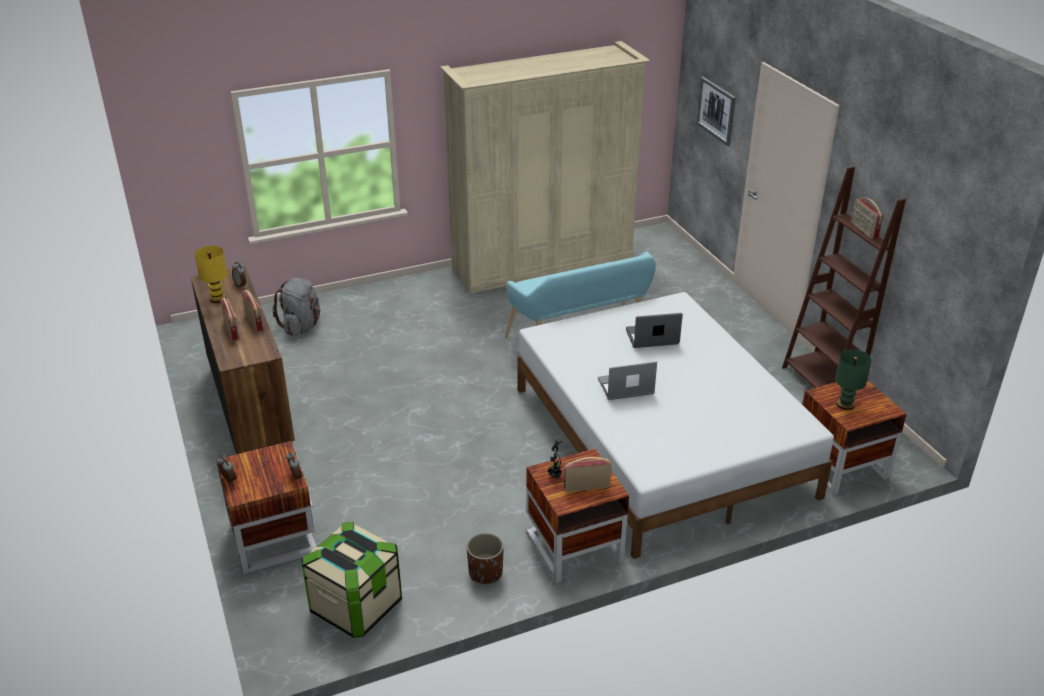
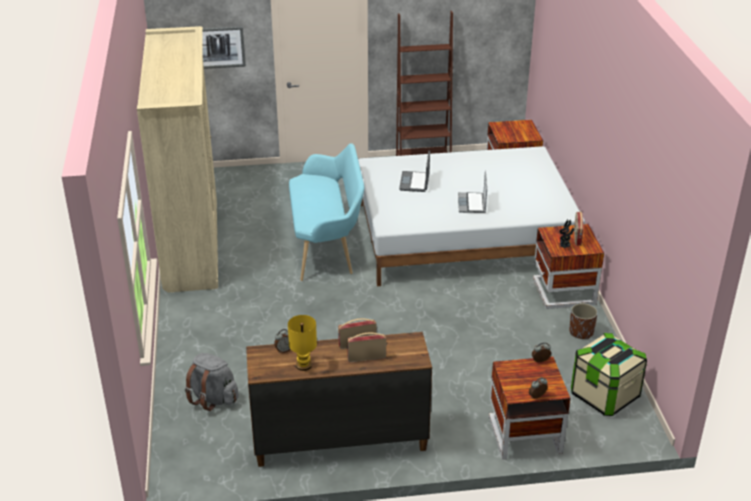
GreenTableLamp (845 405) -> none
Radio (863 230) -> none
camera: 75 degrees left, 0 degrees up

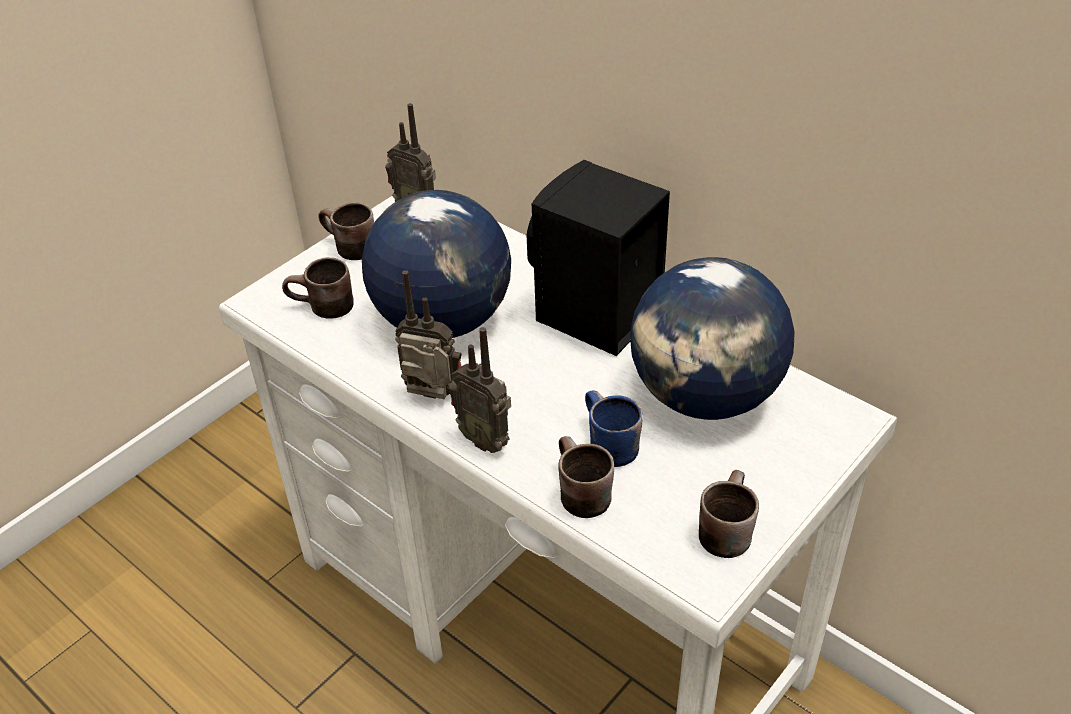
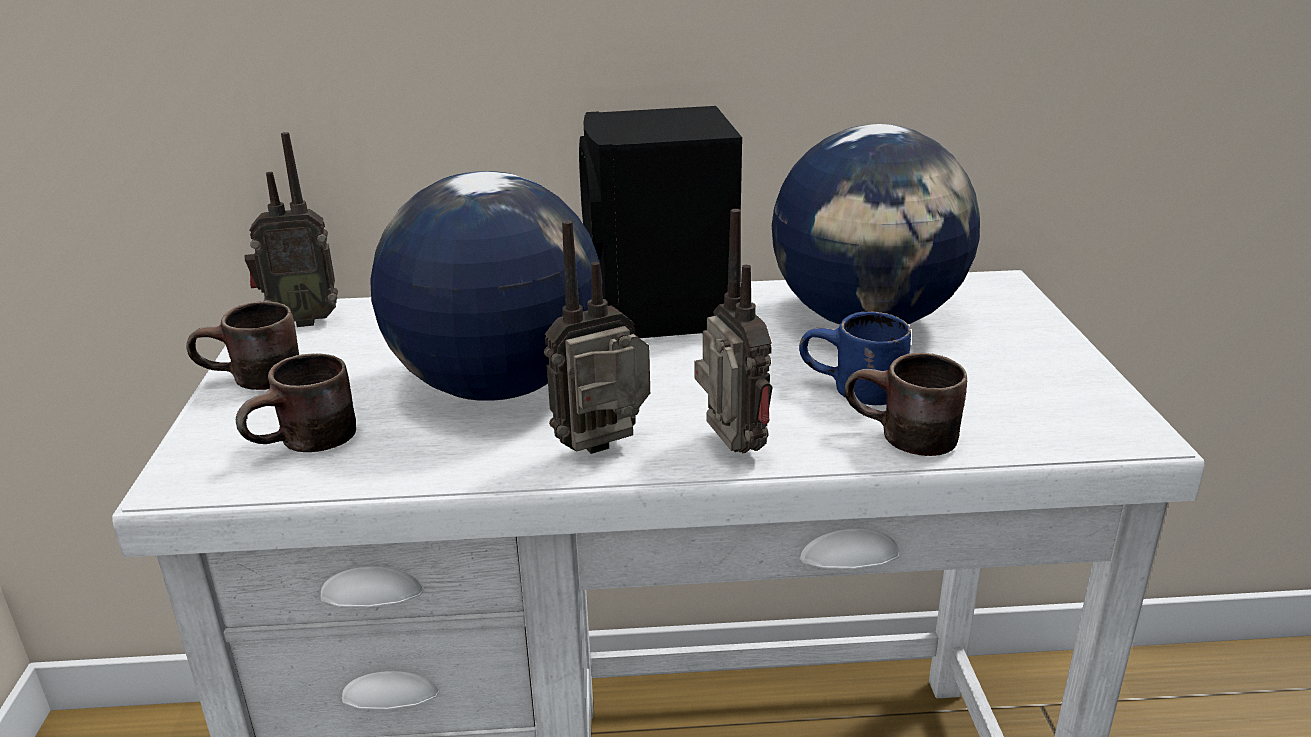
BrownMug (722 528) -> none
Radio (486 439) -> Radio (730 451), 105 degrees counterclockwise
camera: 45 degrees left, 15 degrees down

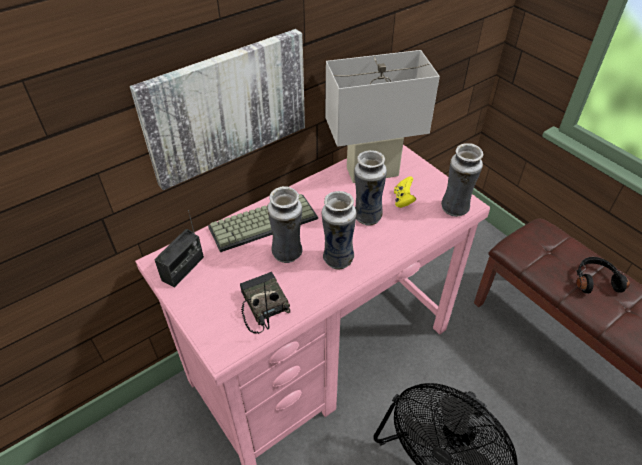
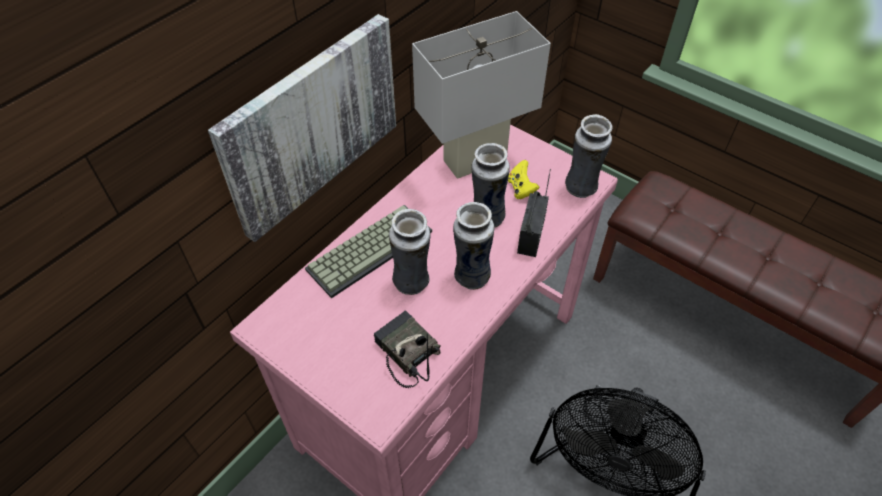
BlackHeadphones (595 280) -> none
Radio (183 269) -> Radio (531 236), relocated
camera: 15 degrees left, 5 degrees up

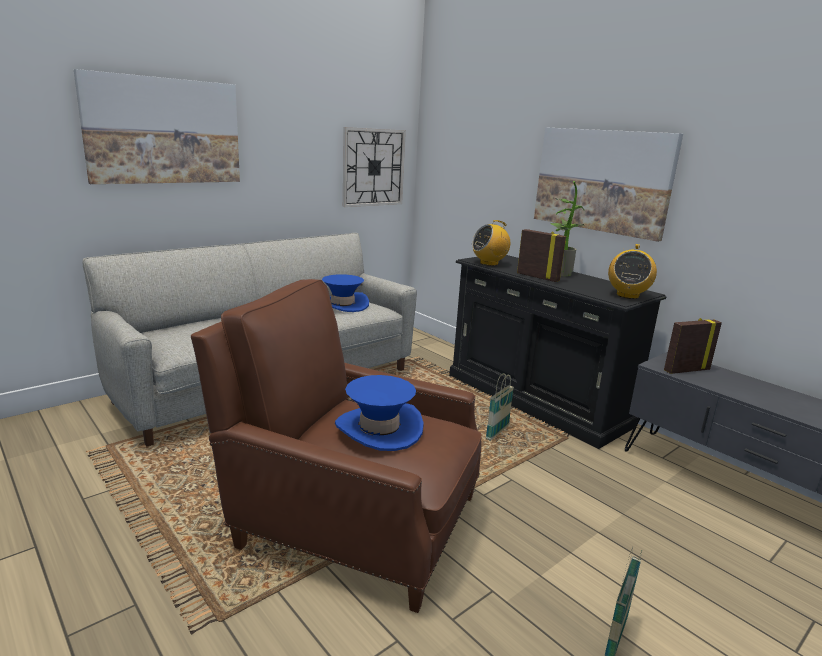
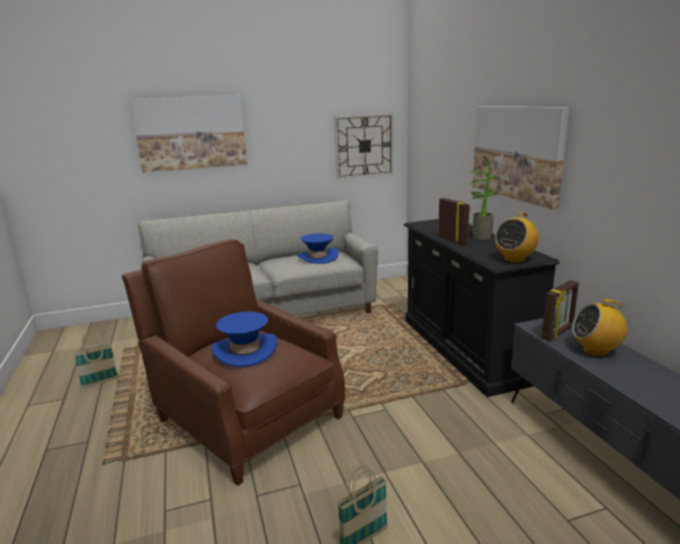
Radio (489 263) -> Radio (596 351), relocated
Basket (497 433) -> Basket (100 382), relocated
PictureFrame (686 370) -> PictureFrame (558 333), 135 degrees clockwise
camera: 25 degrees right, 0 degrees up

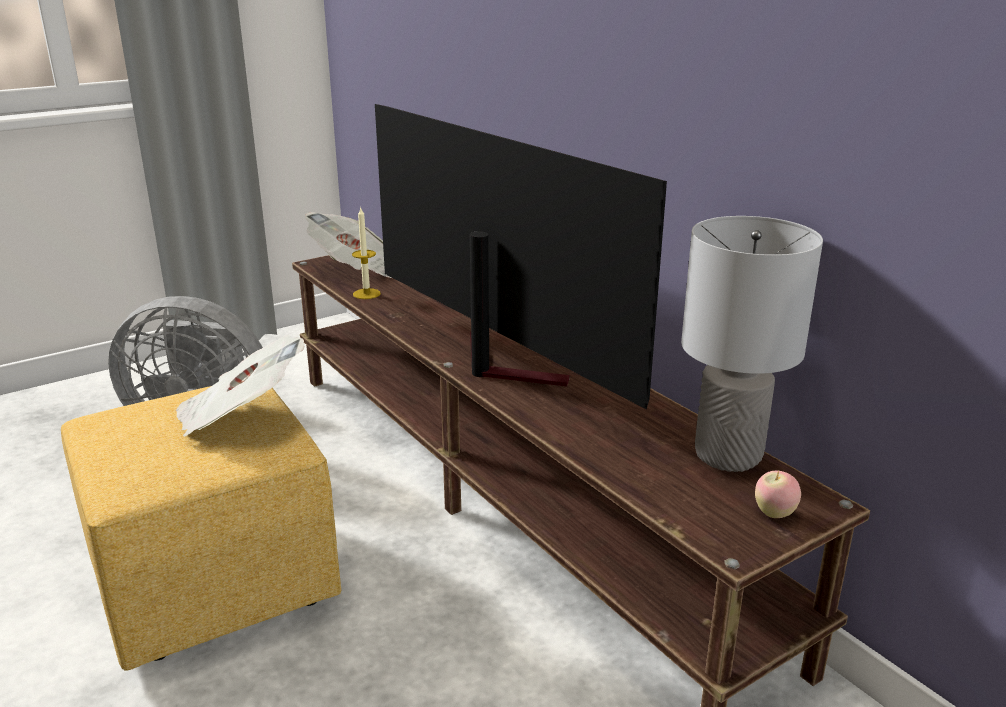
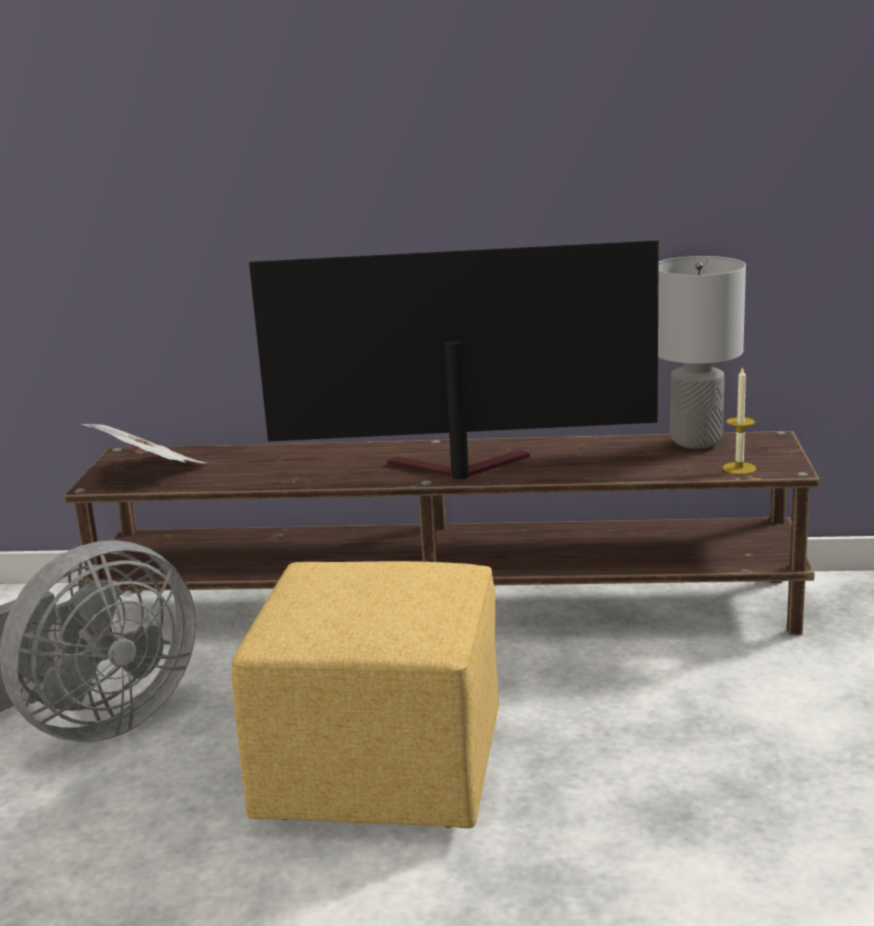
Newspaper (240 416) -> none
Apple (774 513) -> none
Candle (366 294) -> Candle (739 468), relocated
camera: 50 degrees left, 5 degrees down

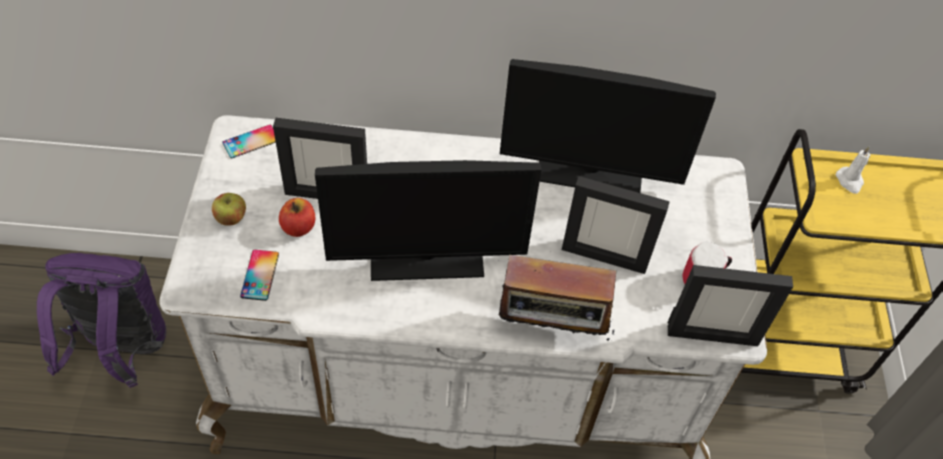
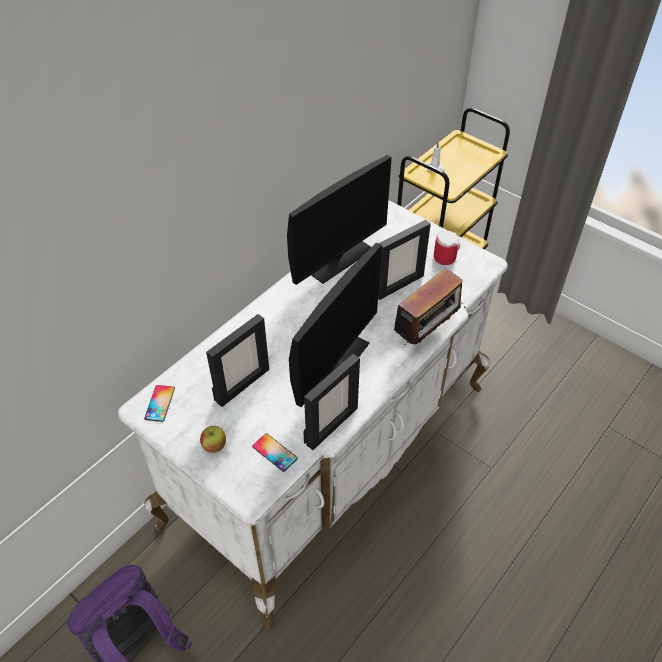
Apple (299 227) -> none
PictureFrame (712 334) -> PictureFrame (331 425), relocated
camera: 50 degrees left, 5 degrees down

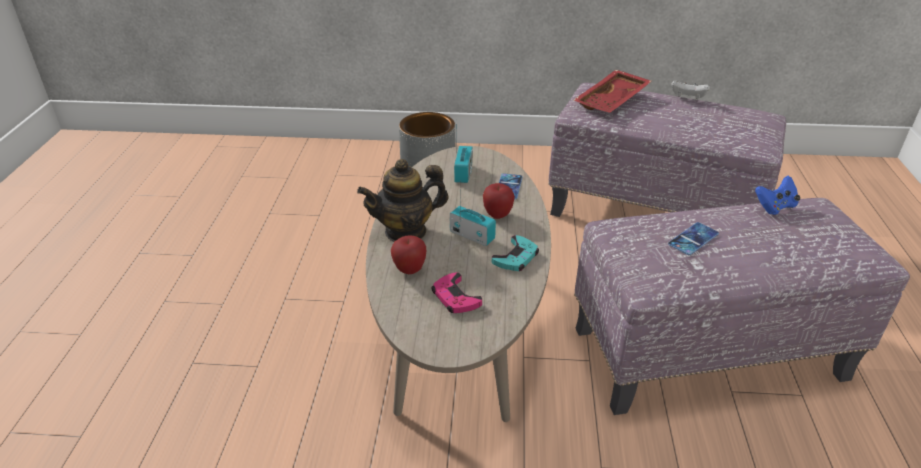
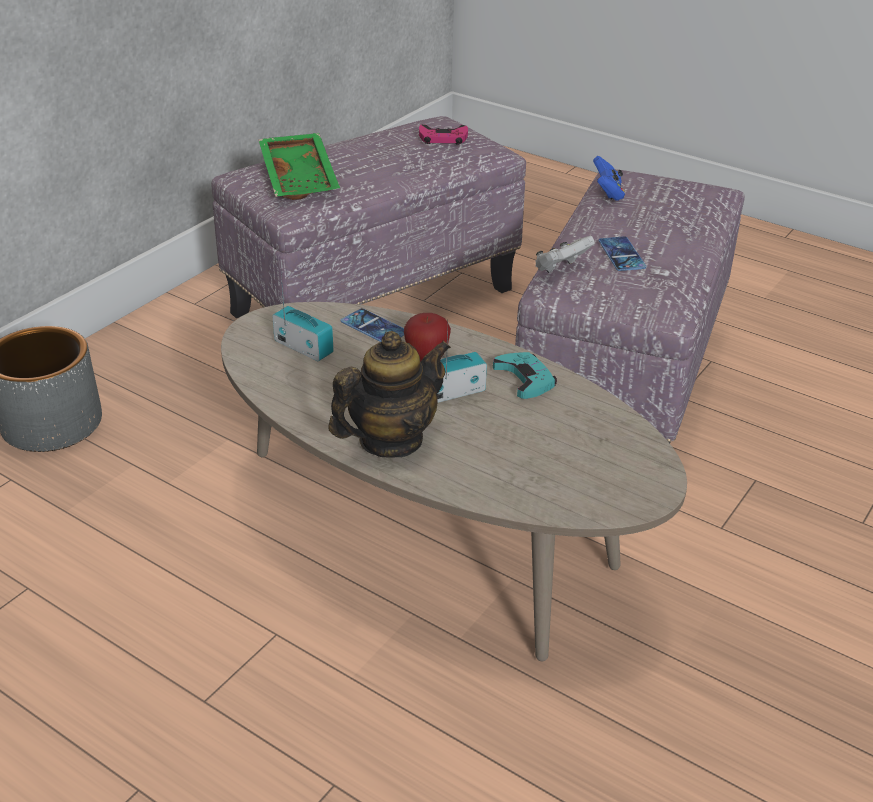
Apple (409 270) -> none
PinkGameController (455 297) -> PinkGameController (443 139), relocated
WhiteGameController (687 98) -> WhiteGameController (561 268), relocated
RedTray (612 101) -> GreenTray (301 178)
Teapot (406 231) -> Teapot (390 440), 135 degrees counterclockwise
camera: 60 degrees left, 0 degrees up

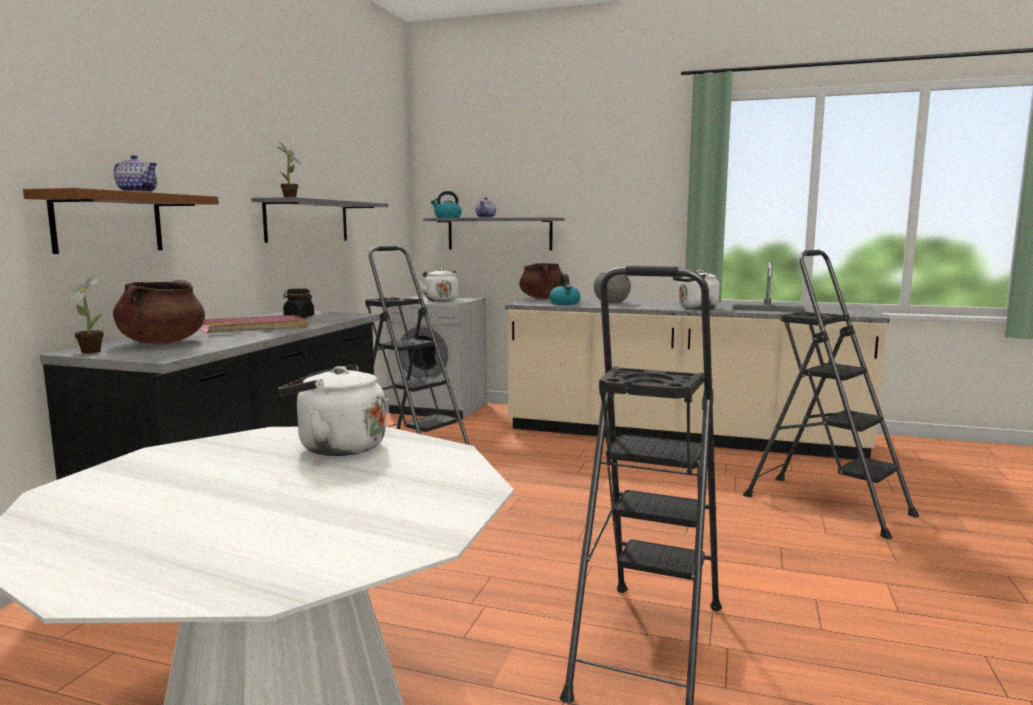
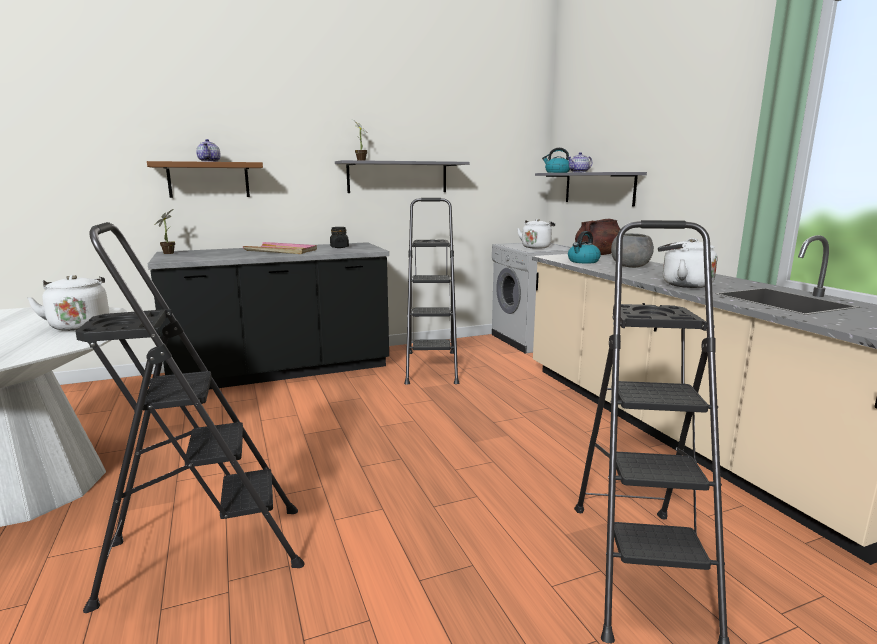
BrownCookingPot (163 342) -> none
camera: 50 degrees right, 5 degrees up

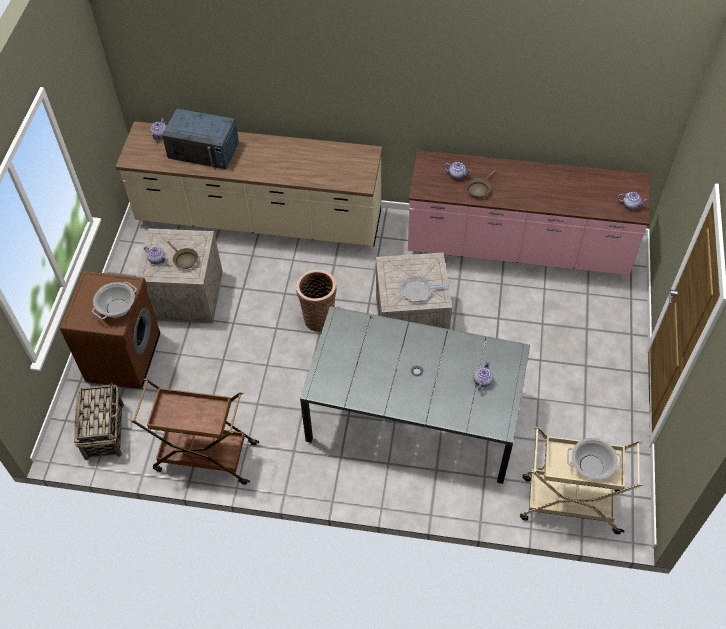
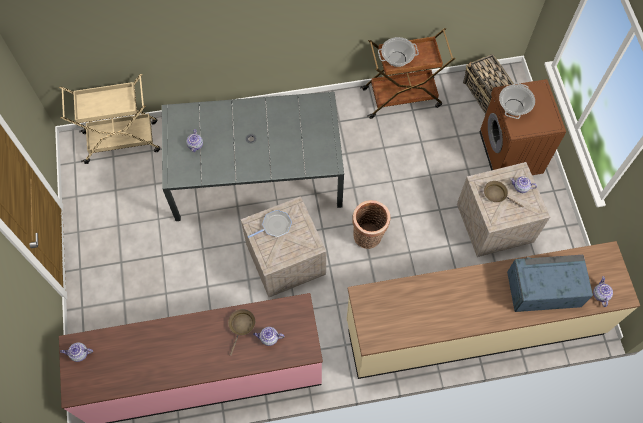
CookingPot (591 466) -> CookingPot (397 59), relocated
camera: 160 degrees right, 10 degrees up

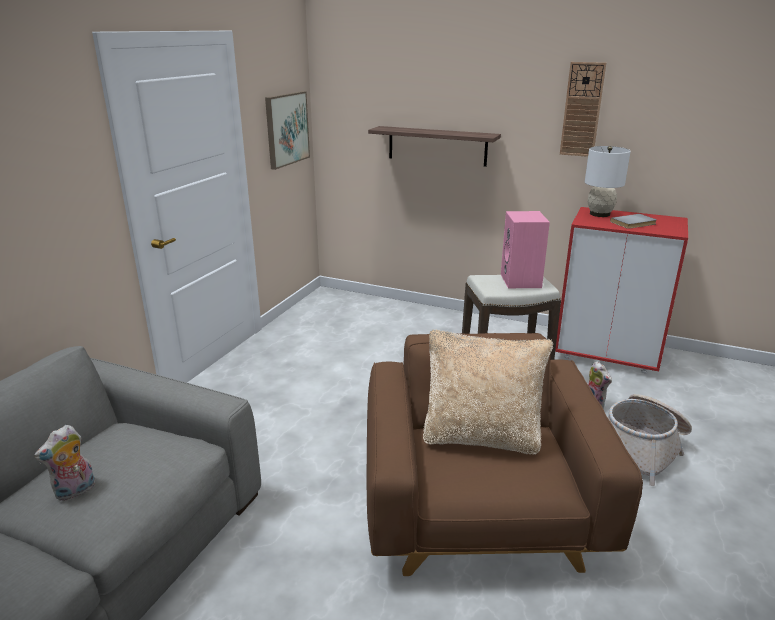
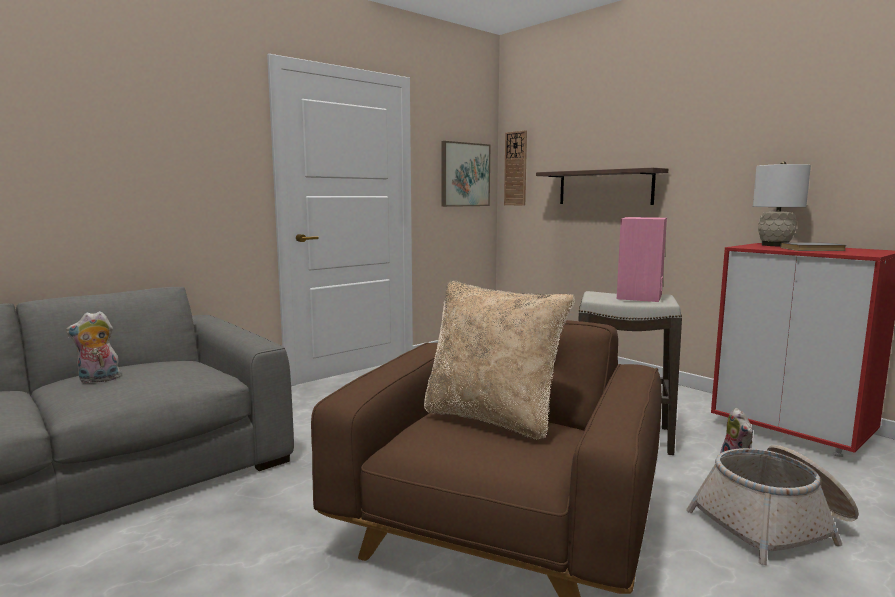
WallClock (582 110) -> WallClock (515 168), relocated
camera: 25 degrees right, 15 degrees down

